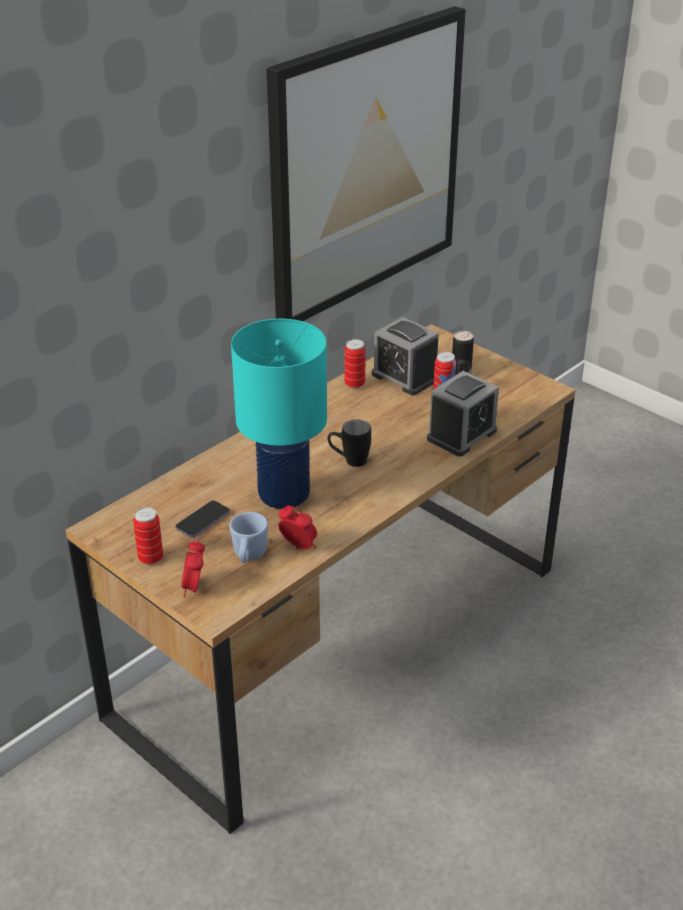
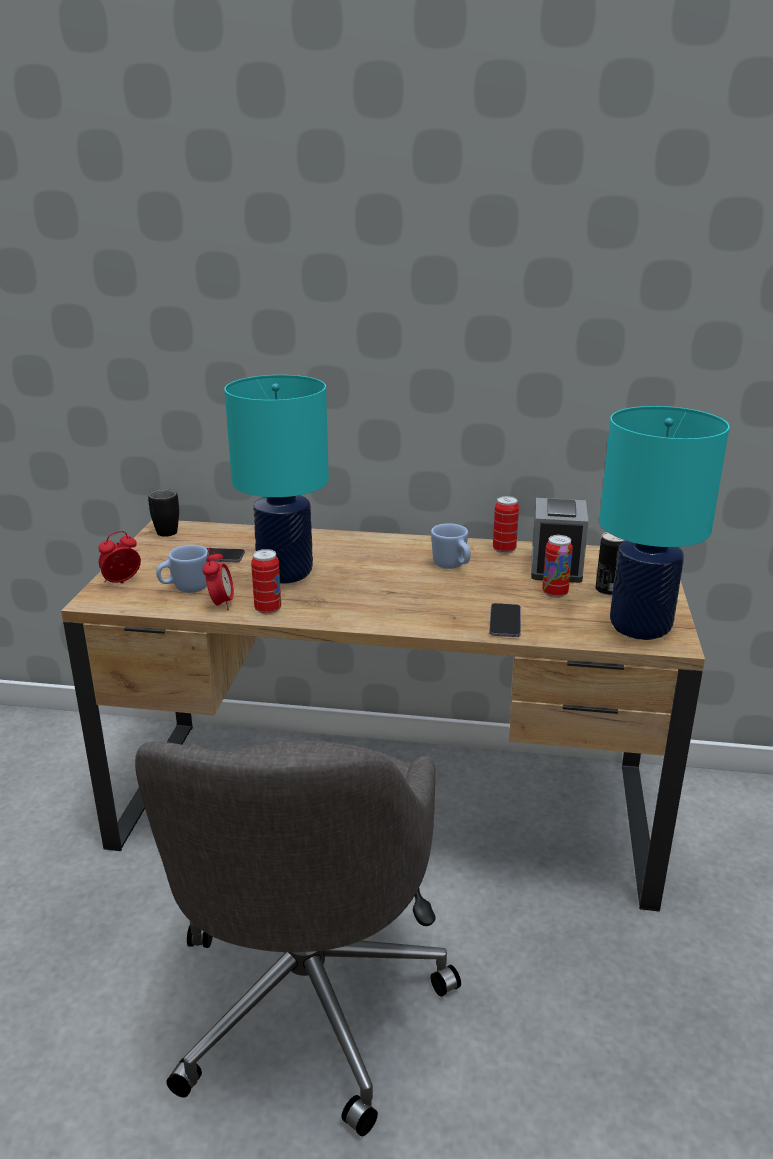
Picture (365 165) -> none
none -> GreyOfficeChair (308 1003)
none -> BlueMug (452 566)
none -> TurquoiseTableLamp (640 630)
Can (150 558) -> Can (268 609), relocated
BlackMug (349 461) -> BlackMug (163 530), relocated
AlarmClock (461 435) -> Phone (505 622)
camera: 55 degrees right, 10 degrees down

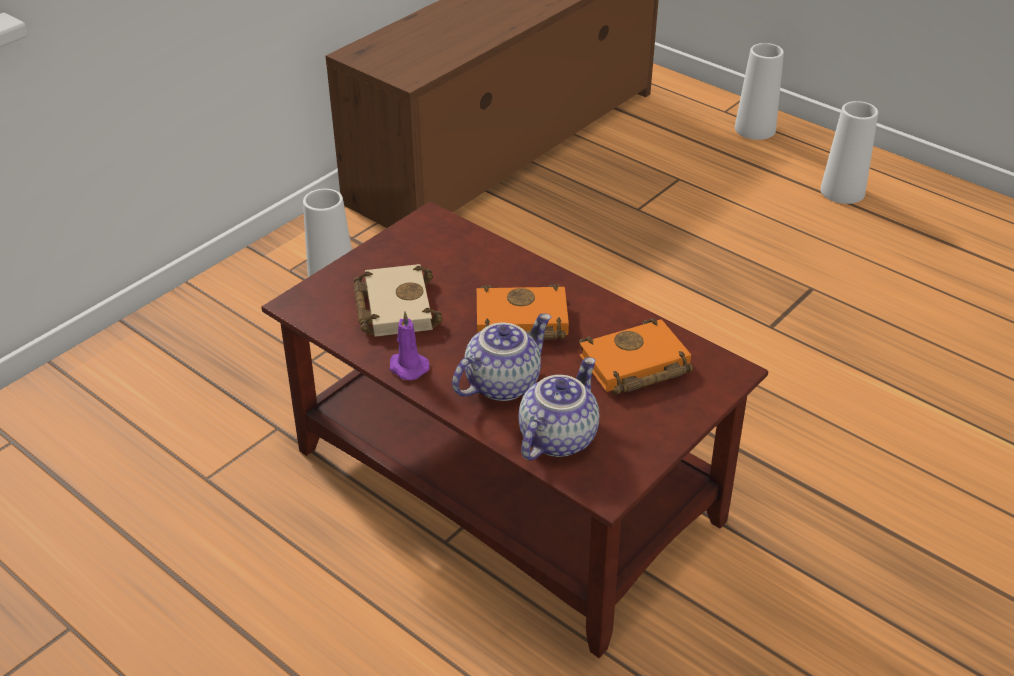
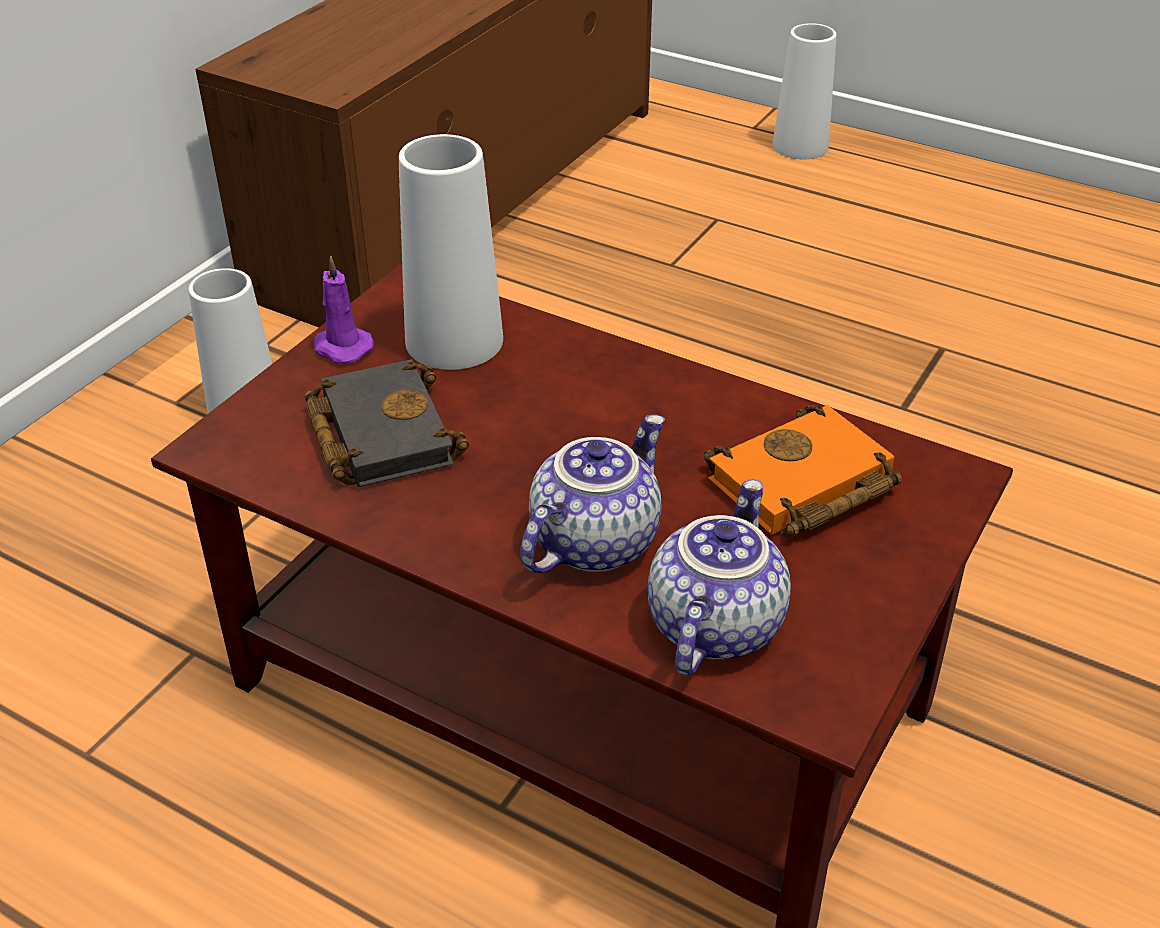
OrangeBook (519 322) -> none
PurpleCandle (407 367) -> PurpleCandle (341 347), relocated
WhiteVase (842 191) -> WhiteVase (454 341), relocated
BeigeBook (393 306) -> BlackBook (378 432)
camera: 10 degrees left, 0 degrees up

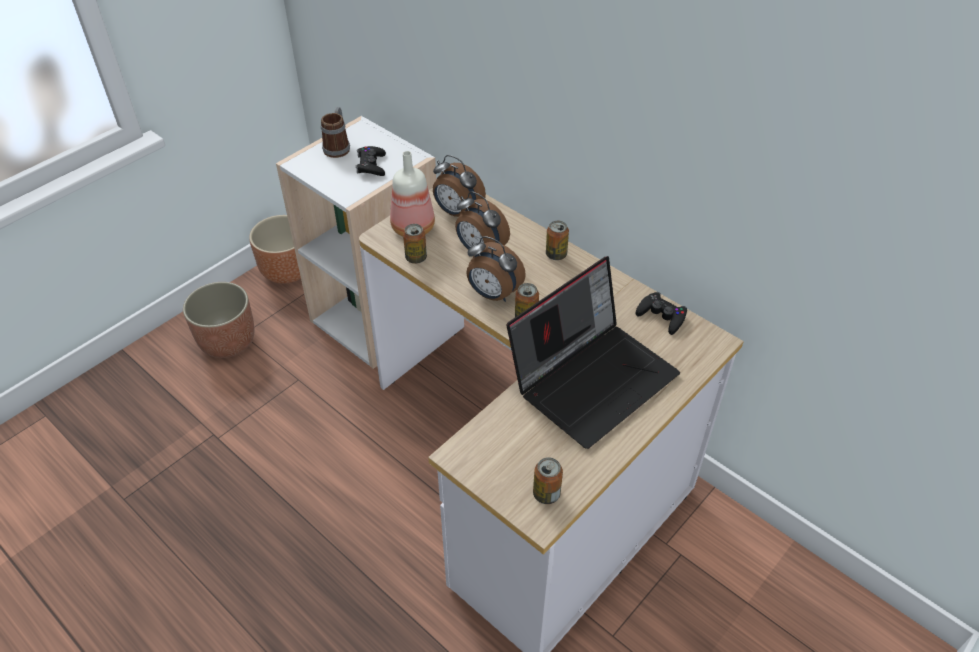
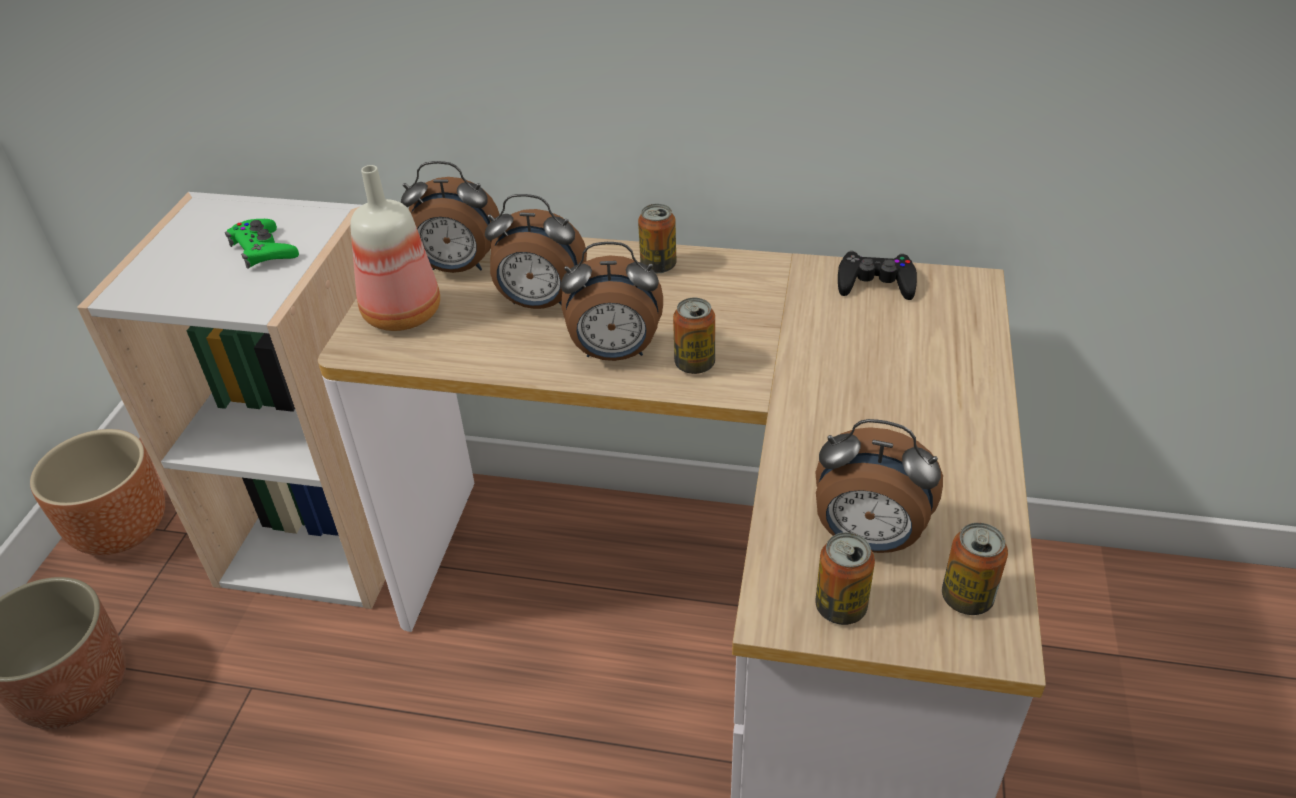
Mug (338 146) -> none
Laptop (593 378) -> none
none -> AlarmClock (867 538)
Can (416 258) -> Can (840 607), relocated
BlackGameController (371 165) -> GreenGameController (263 250)
camera: 30 degrees left, 5 degrees down

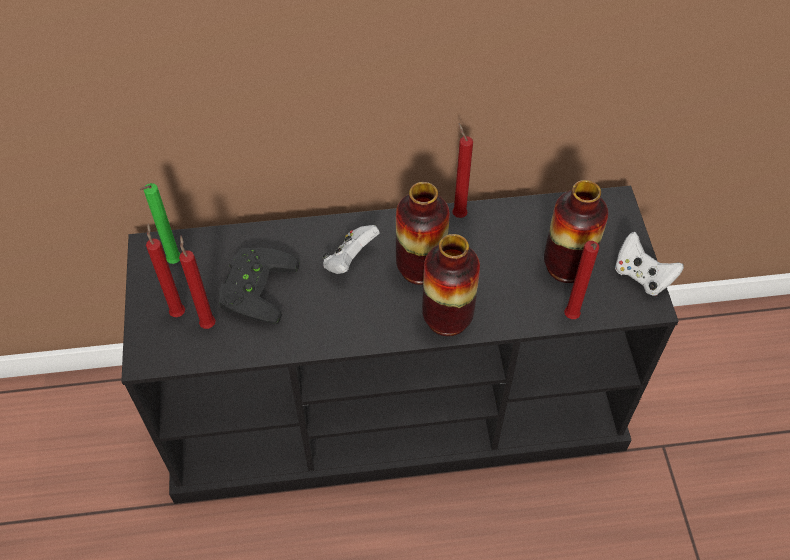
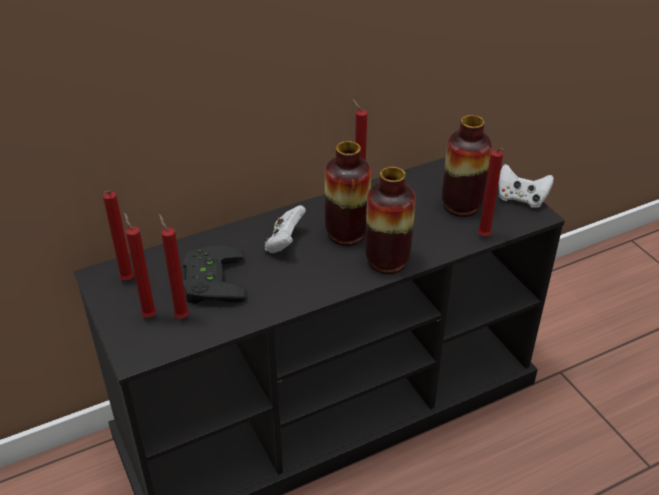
GreenCandle (173 263) -> RedCandle (127 281)
camera: 20 degrees left, 15 degrees down

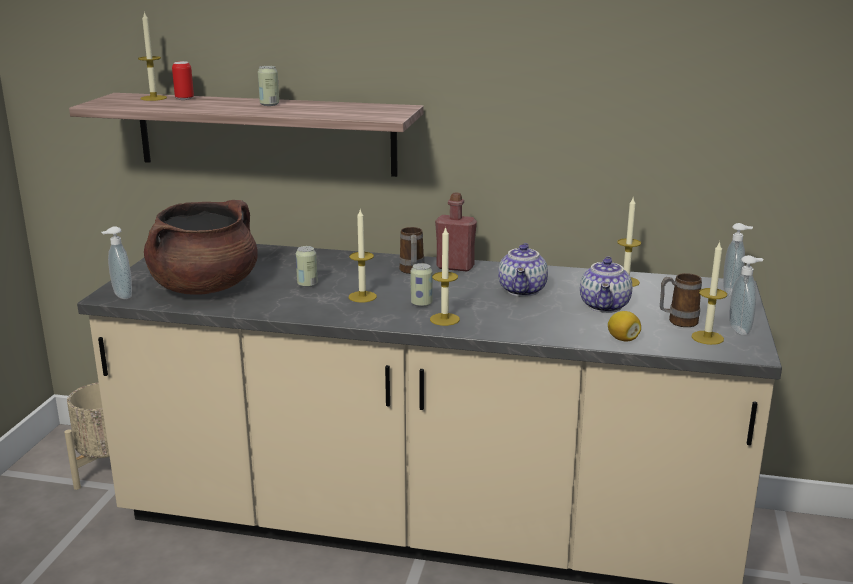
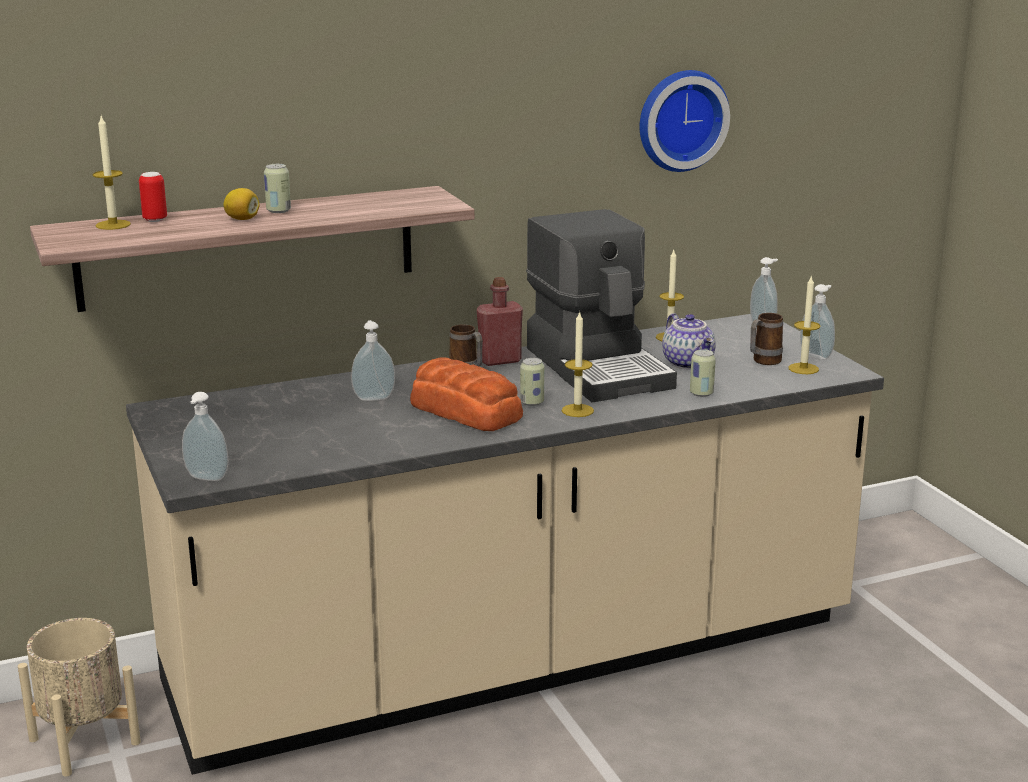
BrownCookingPot (205 287) -> none
none -> SoapDispenser (373 397)
none -> WallClock (680 119)
Can (307 284) -> Can (701 393), relocated
Lemon (623 339) -> Lemon (242 219), relocated
Candle (362 297) -> Bread (465 411)
Teapot (523 291) -> CoffeeMachine (599 367)
camera: 35 degrees left, 0 degrees up

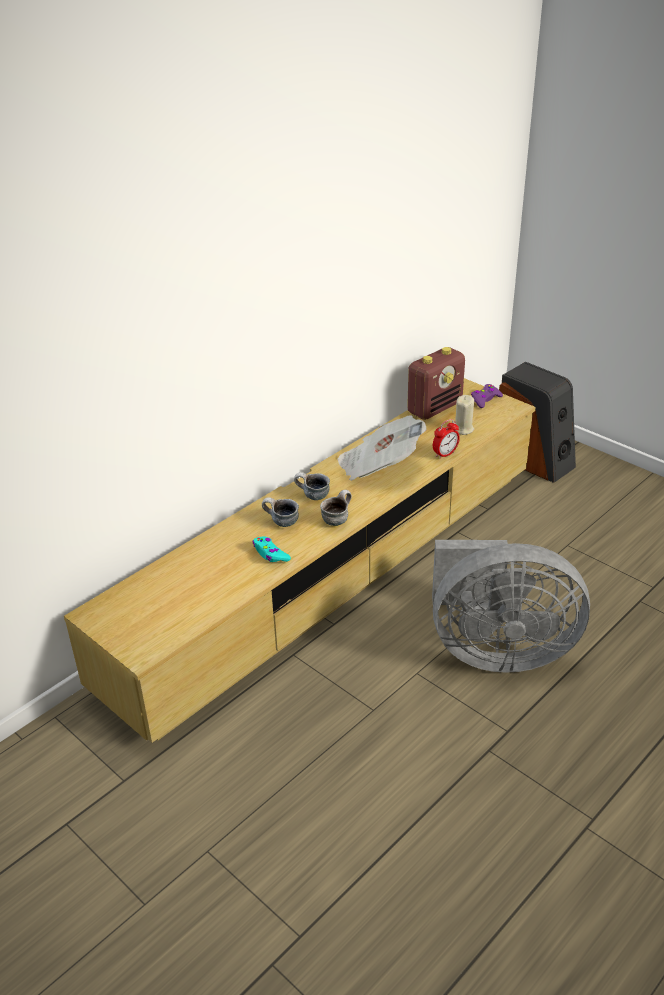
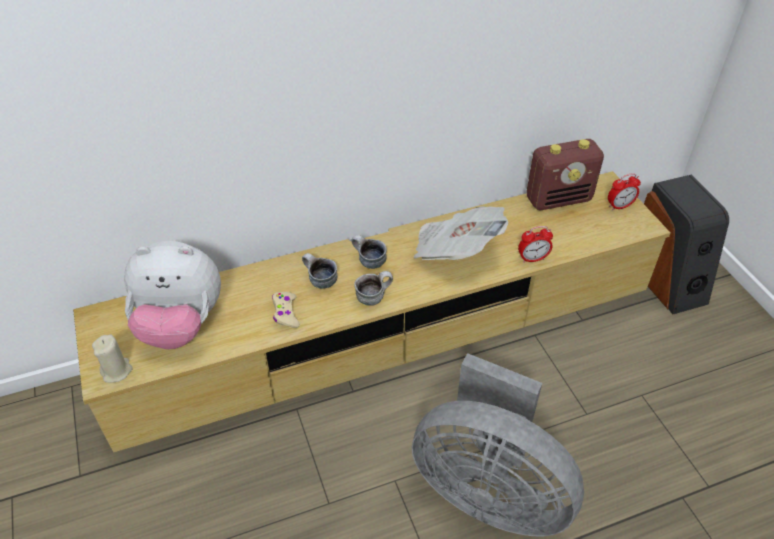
none -> PlushToy (180 325)
BeigeCandle (462 429) -> BeigeCandle (117 371), relocated
PurpleGameController (485 399) -> AlarmClock (619 206)
TurquoiseGameController (270 554) -> BeigeGameController (286 313)
camera: 25 degrees right, 10 degrees up

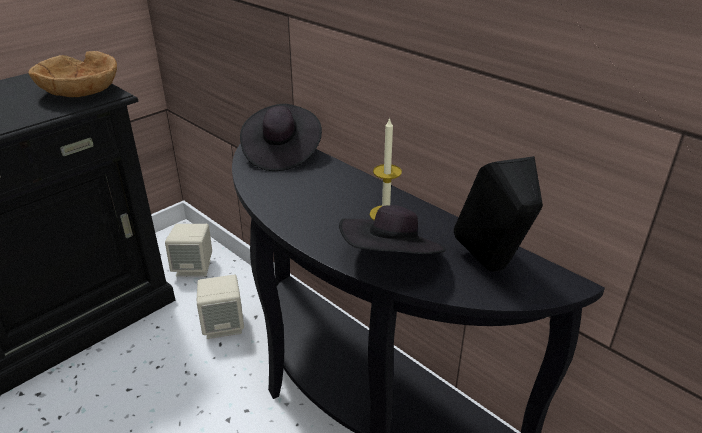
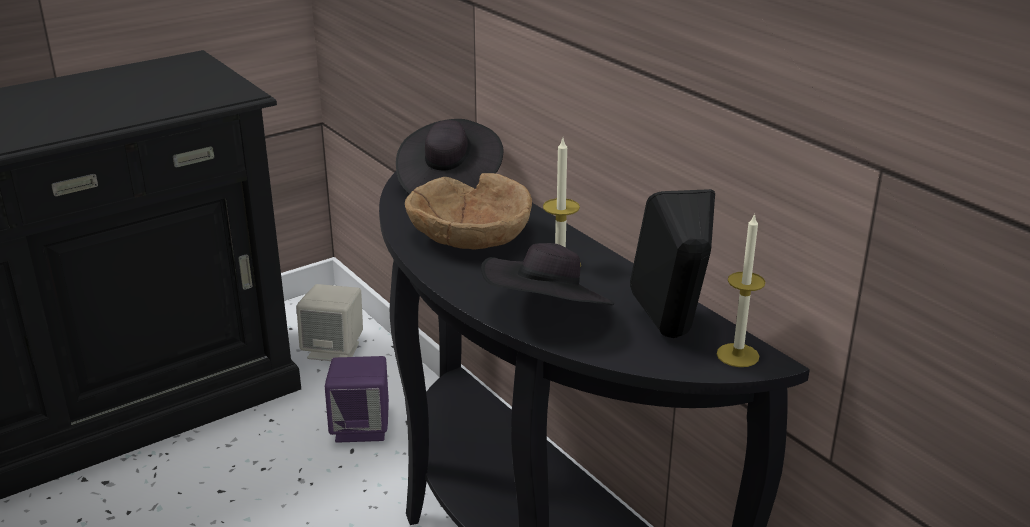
none -> Candle (737 355)
BrownBowl (80 92) -> BrownBowl (471 238), relocated
BeigeSpeaker (224 325) -> PurpleSpeaker (361 428)
camera: 10 degrees right, 5 degrees down

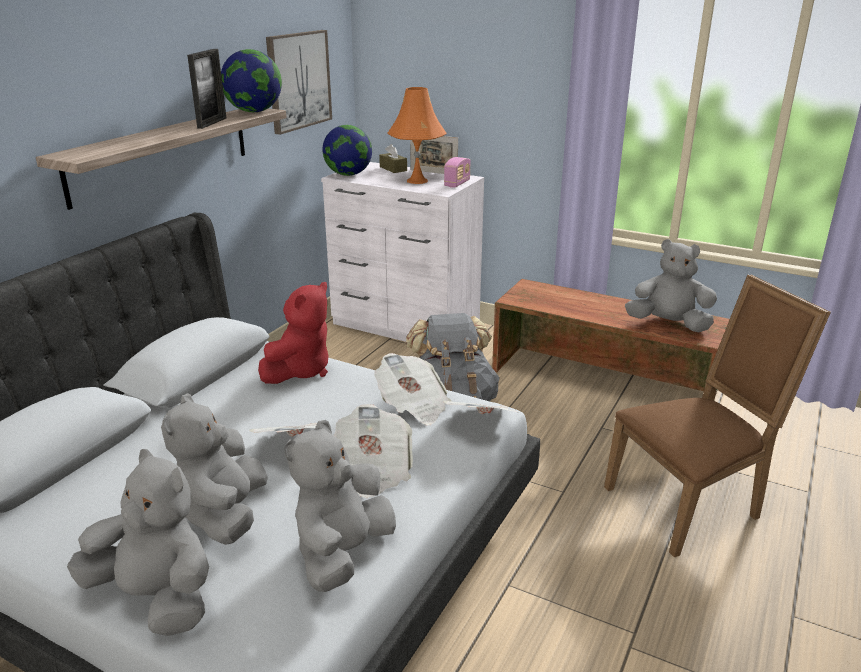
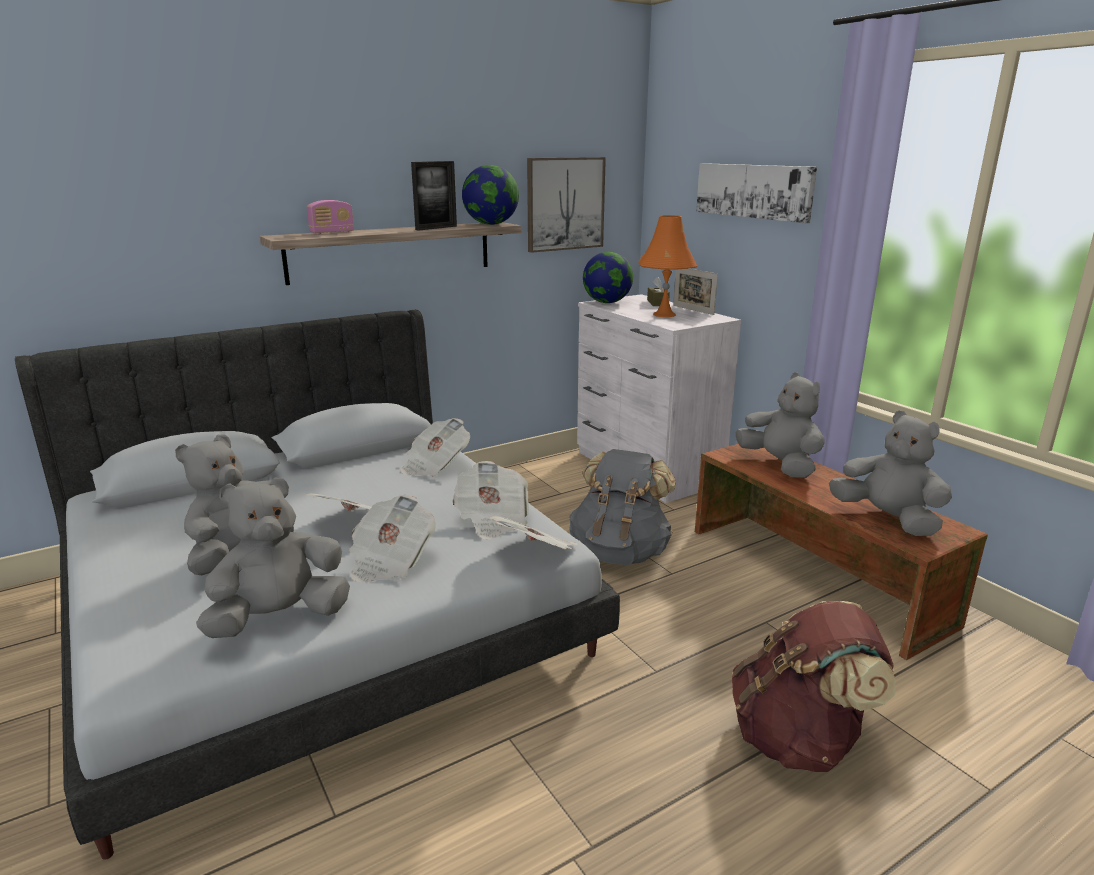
none -> Picture (753 191)
GreyPlushToy (156 597) -> GreyPlushToy (780 465), relocated
Radio (457 184) -> Radio (332 232), relocated
RedPlushToy (300 370) -> Newspaper (435 465)
BrownChair (690 503) -> BrownBackpack (799 739)
camera: 30 degrees right, 5 degrees down

